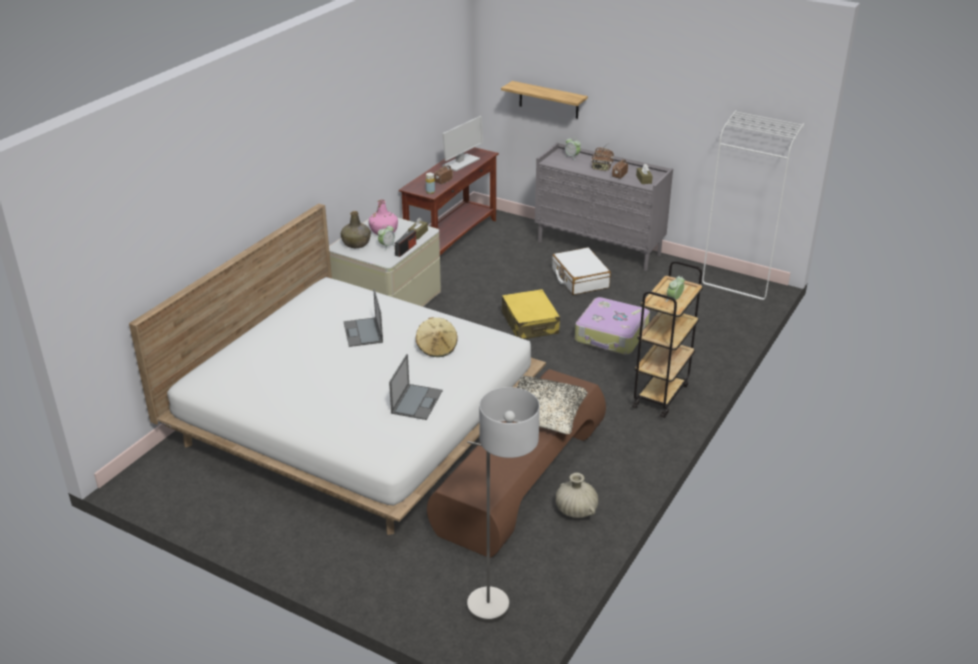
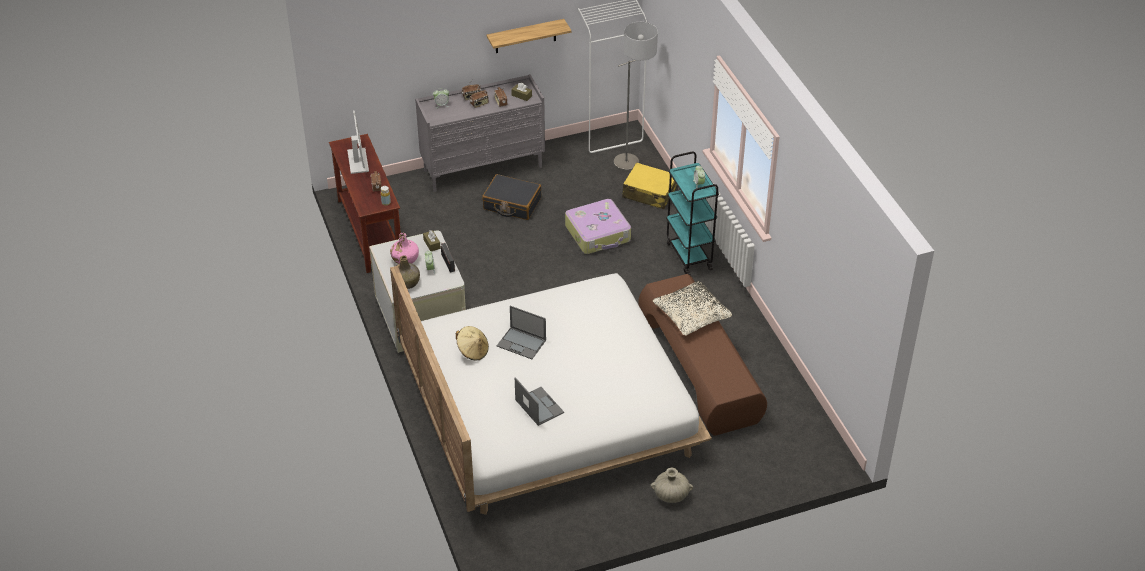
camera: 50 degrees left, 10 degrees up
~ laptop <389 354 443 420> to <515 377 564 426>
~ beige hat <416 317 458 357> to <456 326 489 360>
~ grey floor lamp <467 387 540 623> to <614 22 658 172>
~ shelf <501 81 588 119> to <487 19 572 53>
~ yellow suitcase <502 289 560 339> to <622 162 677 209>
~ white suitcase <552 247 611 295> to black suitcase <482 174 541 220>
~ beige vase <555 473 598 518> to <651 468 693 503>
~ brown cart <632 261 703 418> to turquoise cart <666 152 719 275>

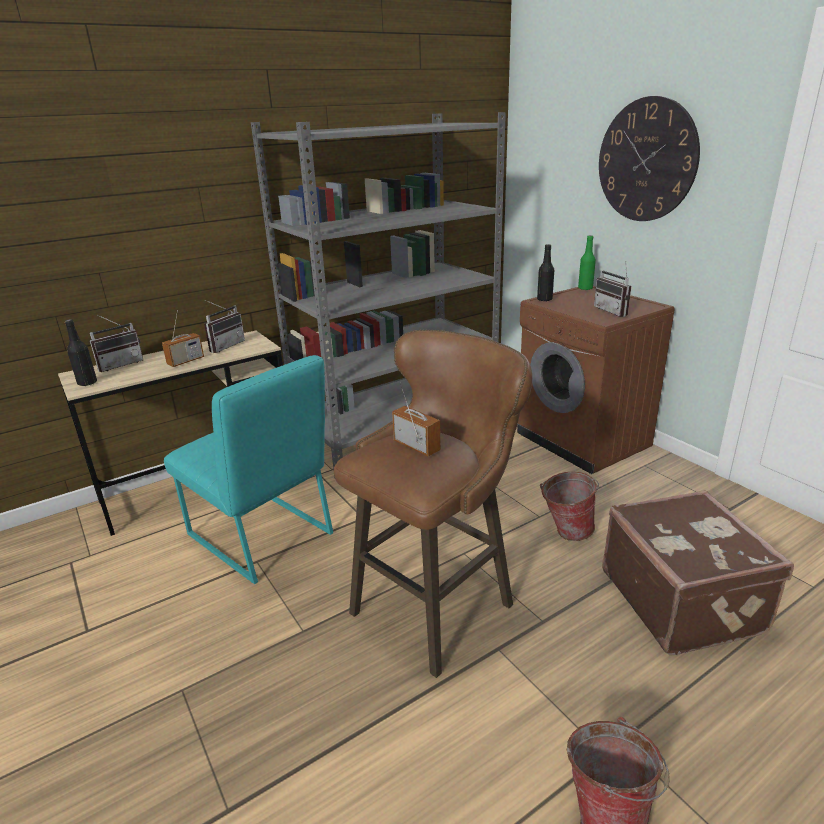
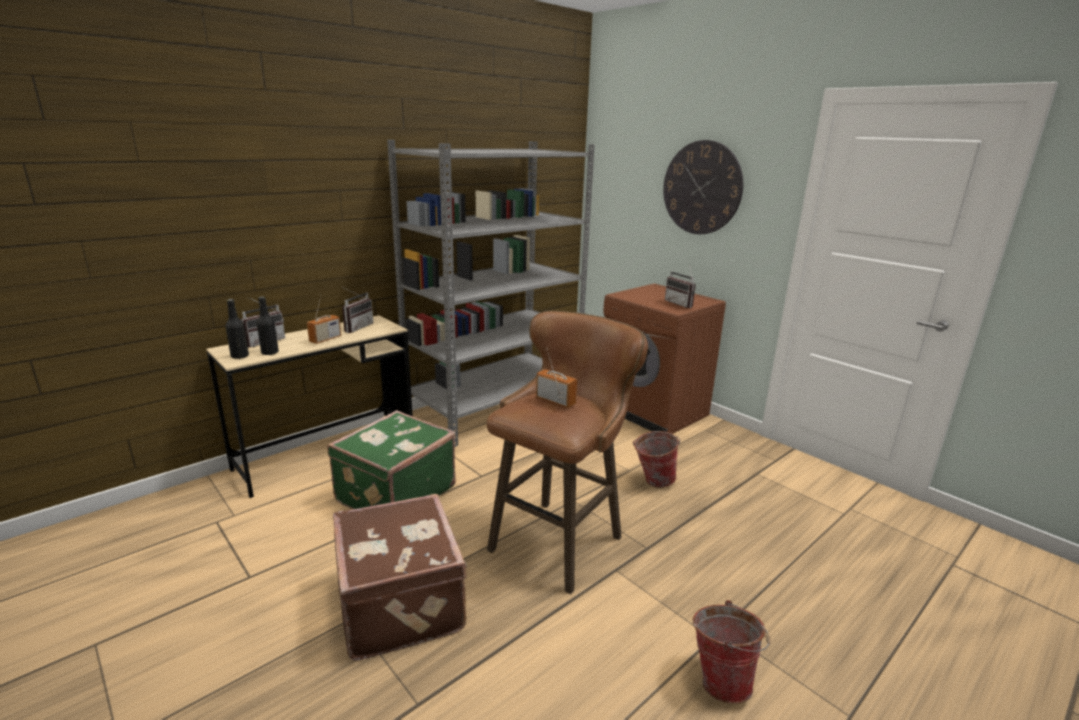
camera: 10 degrees left, 5 degrees down
~ turquoise chair <164 355 333 584> to green suitcase <327 410 456 509>
~ black bottle <537 244 554 301> to <257 296 279 355>
- green bottle <578 235 596 290>
~ brown suitcase <602 490 794 656> to <333 494 467 661>

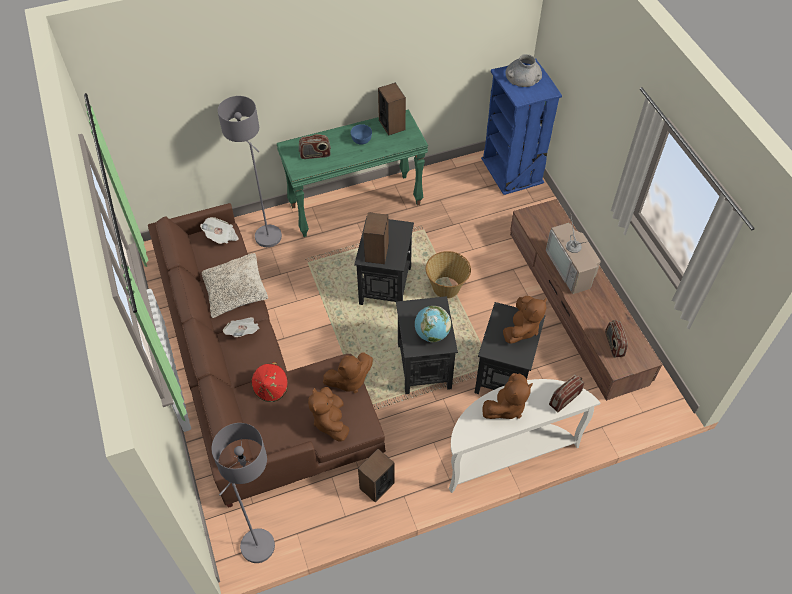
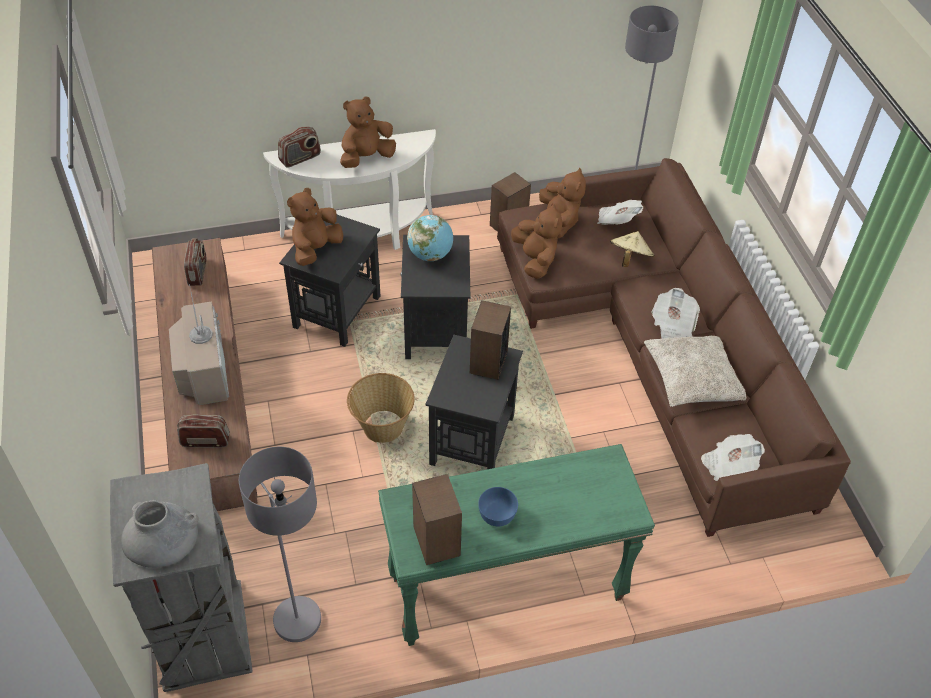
camera: 175 degrees left, 5 degrees down
~ grey floor lamp <218 96 282 247> to <239 447 321 642>
~ red hat <251 362 288 402> to beige hat <610 231 655 267>
~ radio <299 134 331 159> to <177 414 230 447>
~ brown plush toy <323 352 373 393> = <511 203 562 279> 90 degrees clockwise
~ blue bookcase <481 58 562 195> to grey bookcase <110 463 253 692>
+ newspaper <597 200 643 225>

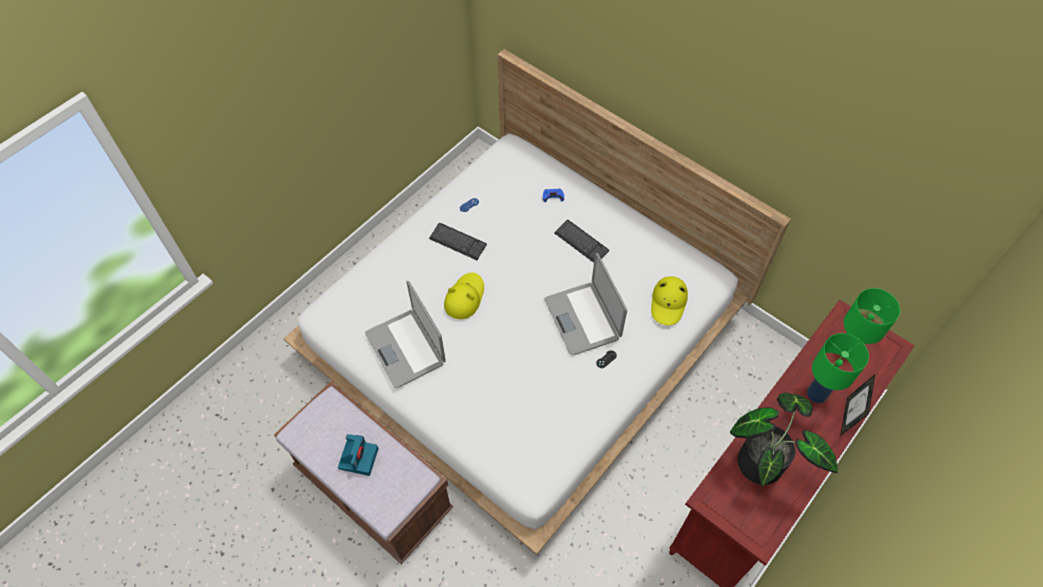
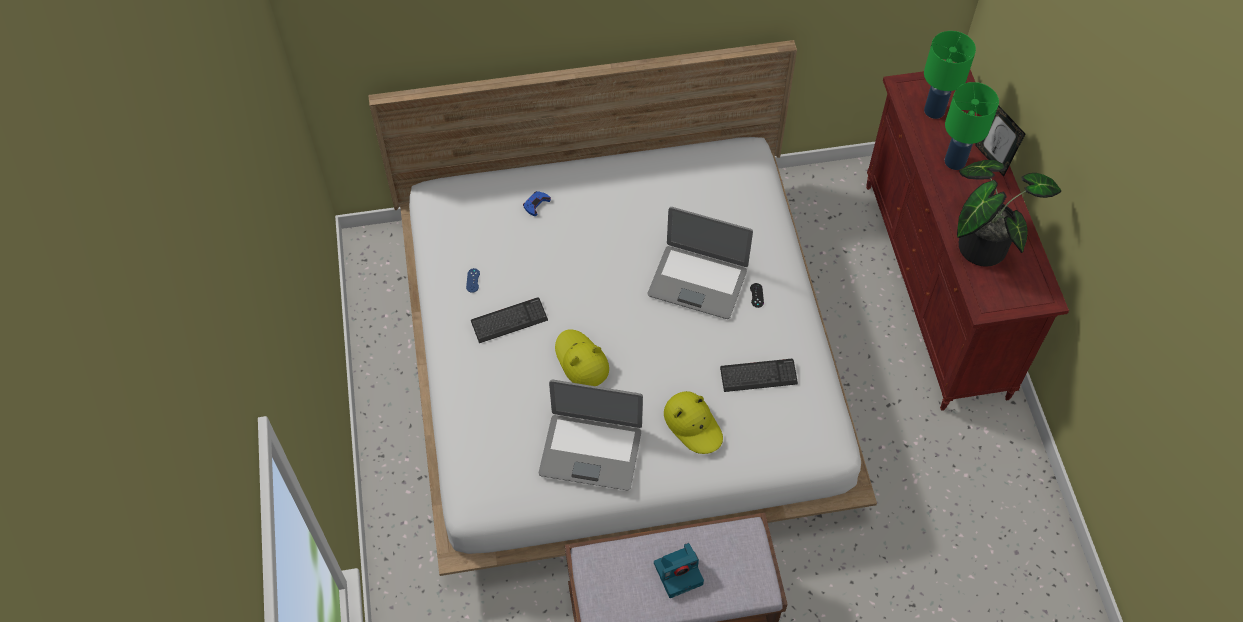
camera: 50 degrees left, 0 degrees up
~ photo camera <338 434 379 476> = <654 543 704 598> 105 degrees clockwise
~ keyboard <554 220 609 263> to <720 359 798 392>
~ yellow hat <651 276 688 325> to <664 391 723 454>

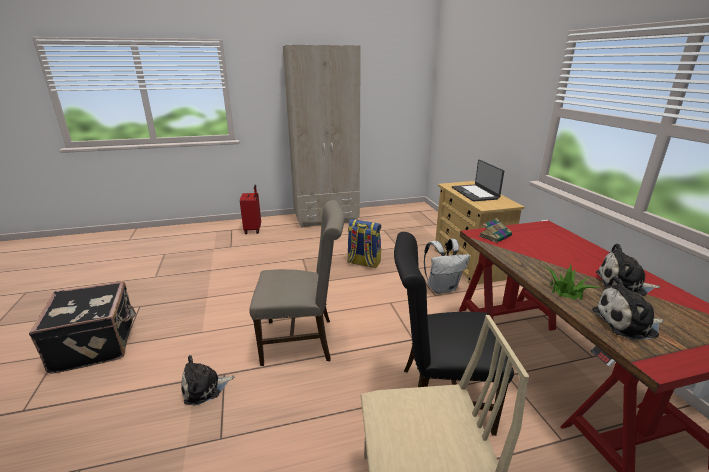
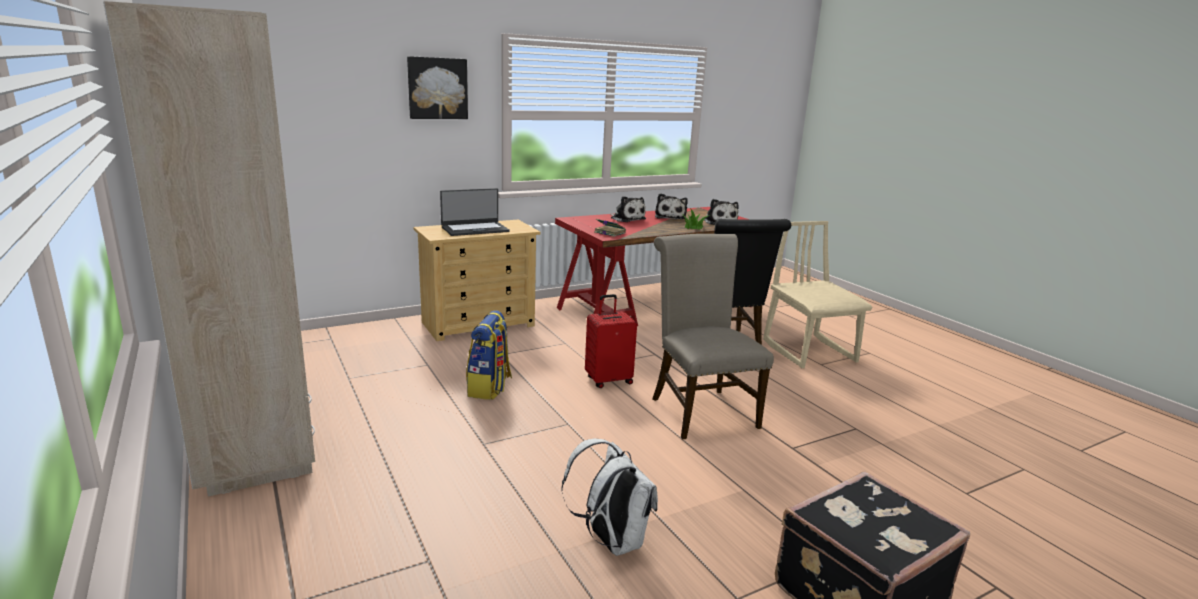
camera: 105 degrees left, 5 degrees down
~ plush toy <181 355 235 406> to <610 196 646 222>
~ red suitcase <240 185 261 234> to <585 294 637 388>
~ white backpack <424 239 470 294> to <561 438 658 556>
+ picture <407 56 468 119>

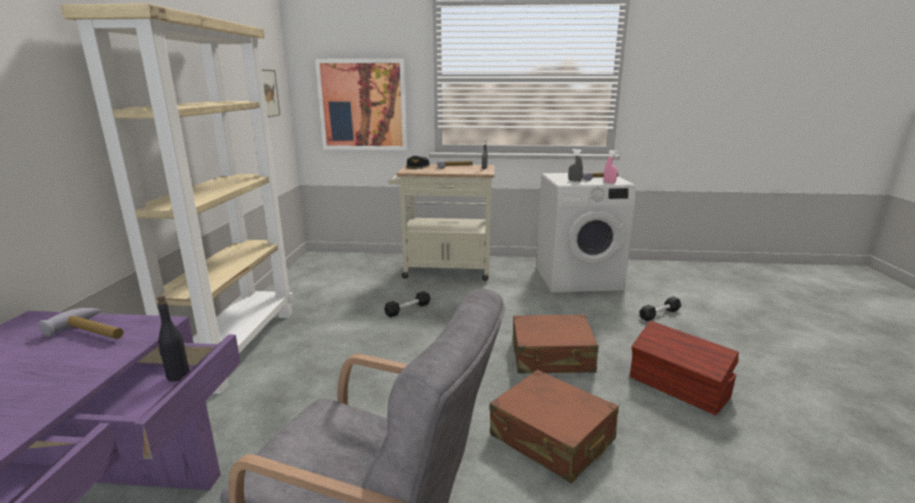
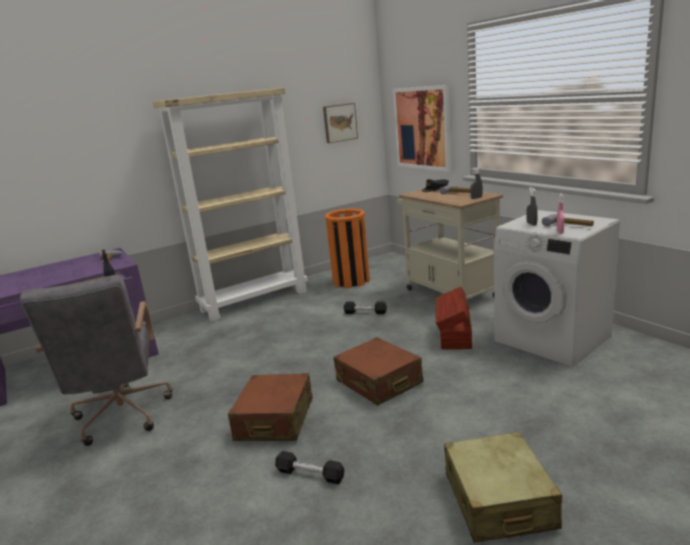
camera: 55 degrees right, 0 degrees up
~ brown storage box <630 321 739 415> to <436 287 472 349>
~ black dumbbell <639 296 681 321> to <275 451 344 484>
+ orange trash can <325 209 370 288>
+ beige suitcase <444 432 562 543>

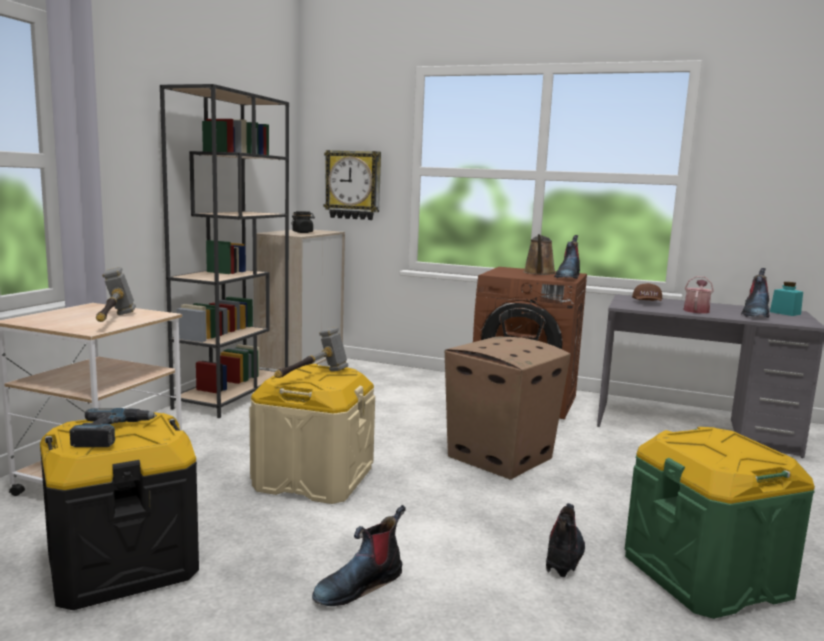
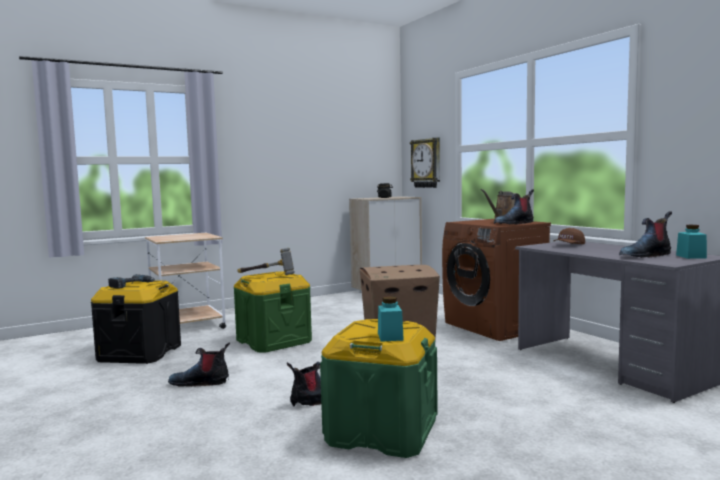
camera: 40 degrees right, 5 degrees down
- hammer <96 267 136 322>
- bookcase <160 84 289 418>
~ beige storage box <250 364 375 504> to green storage box <234 271 312 353>
- watering can <684 276 714 314>
+ turquoise jar <378 296 404 342>

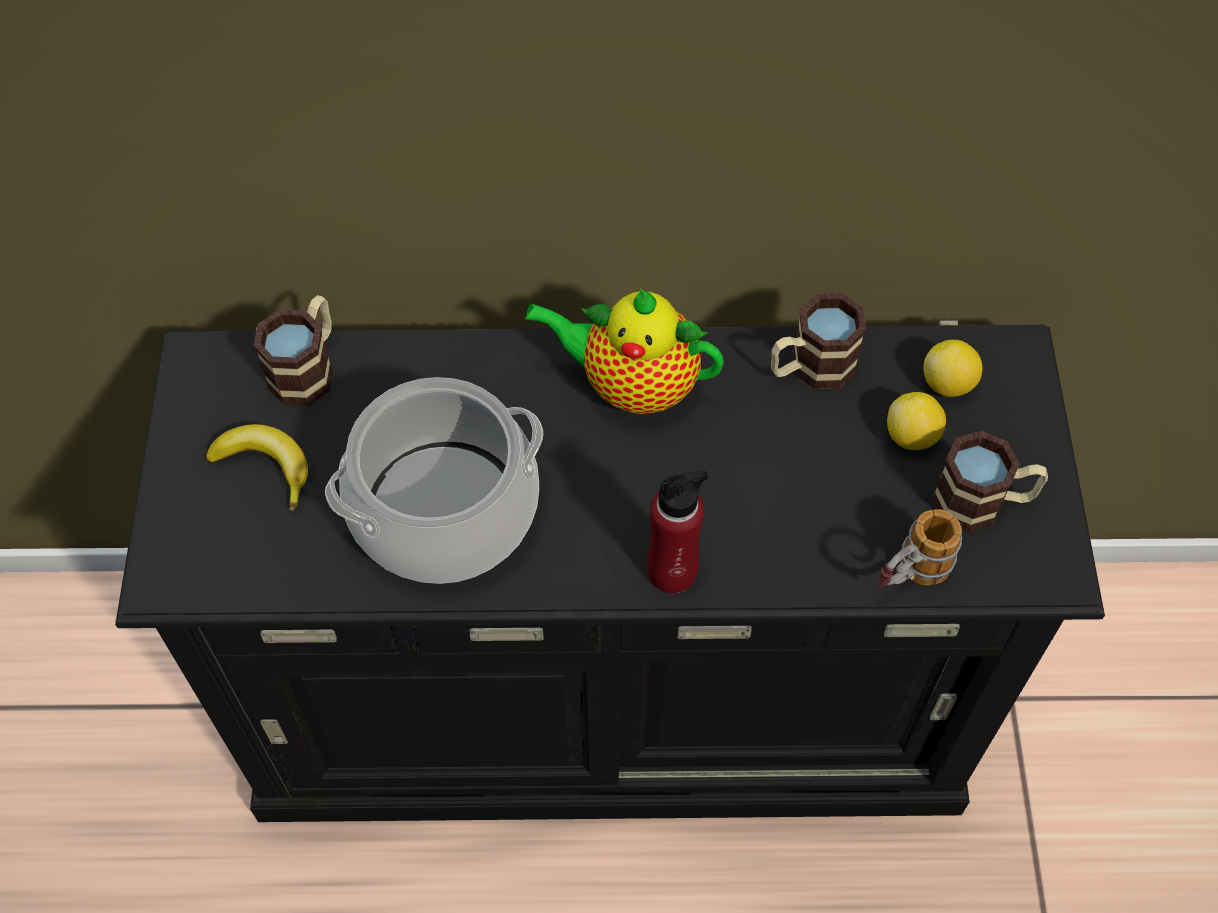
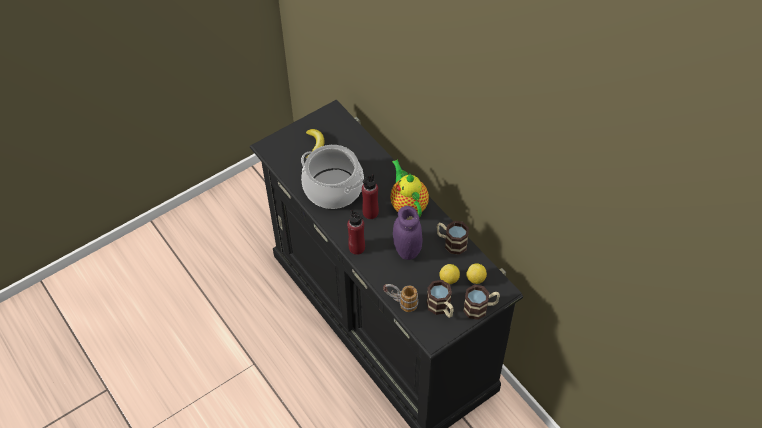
camera: 55 degrees right, 5 degrees down
~ mug <253 295 333 406> to <463 285 500 320>
+ red bottle <362 174 379 219>
+ purple jar <393 206 422 260>

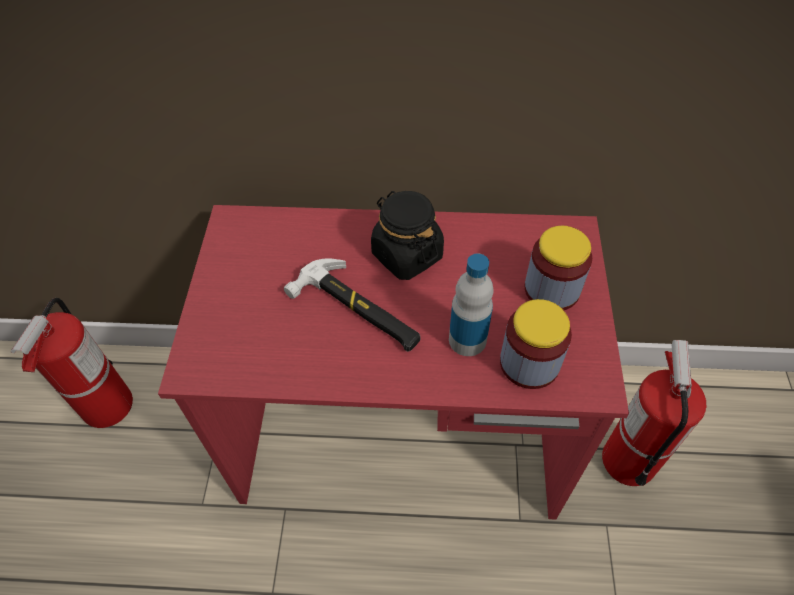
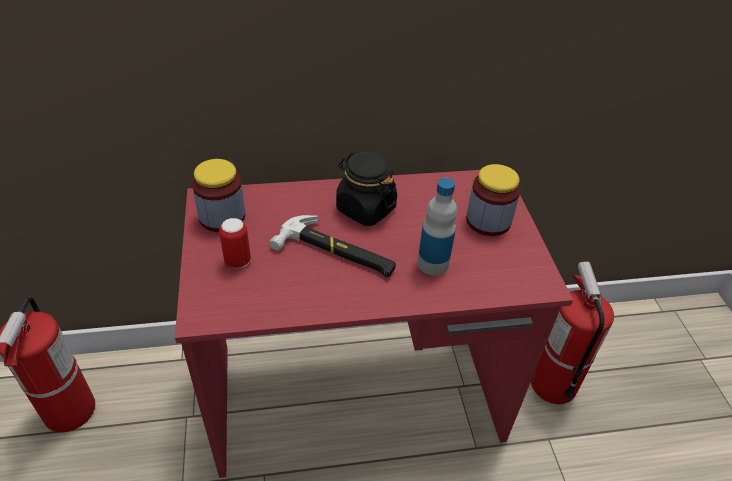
camera: 15 degrees left, 10 degrees down
~ jar <500 299 572 389> to <192 159 245 232>
+ can <219 218 251 268>

